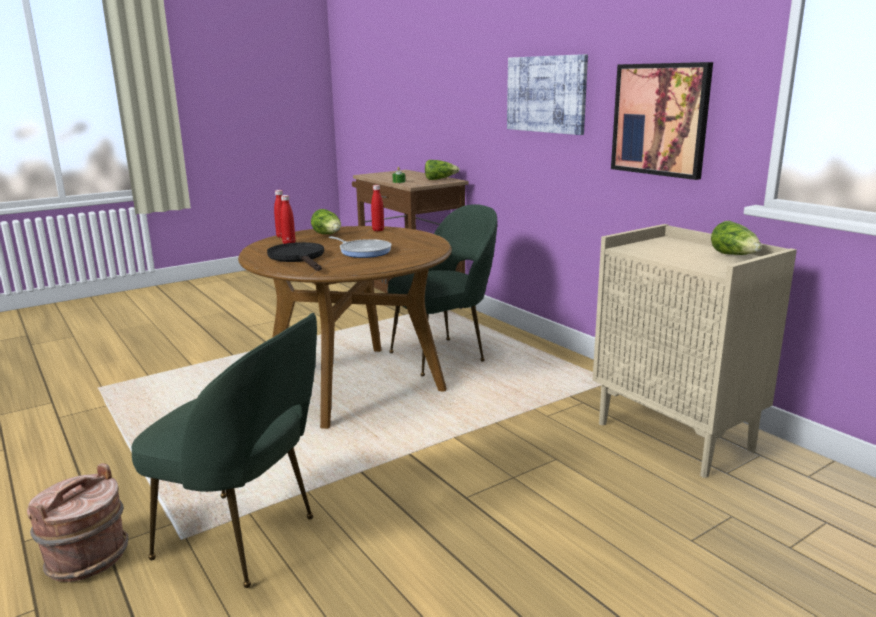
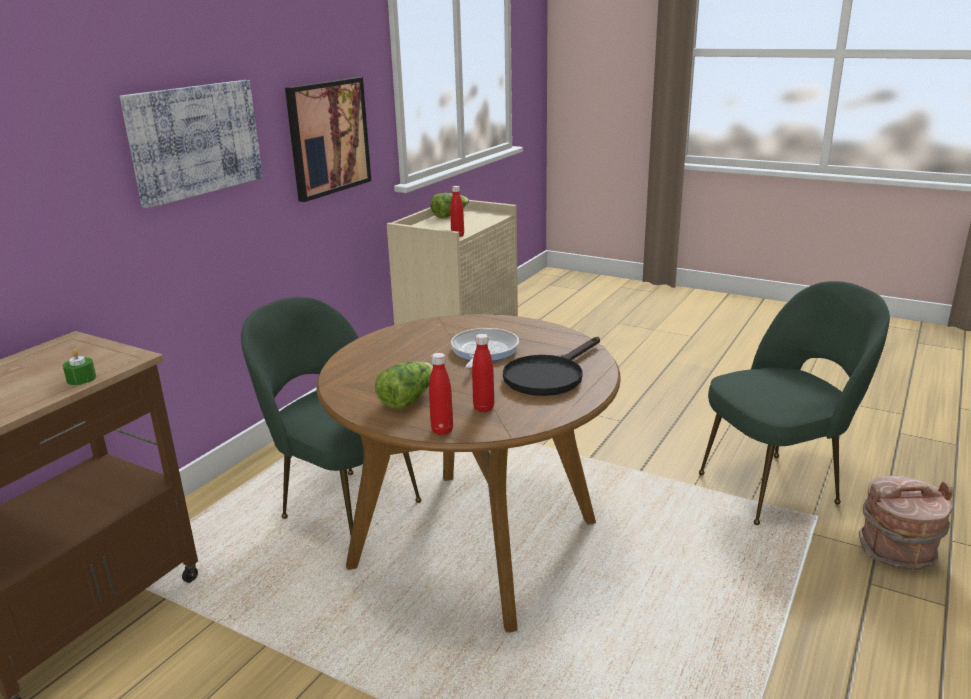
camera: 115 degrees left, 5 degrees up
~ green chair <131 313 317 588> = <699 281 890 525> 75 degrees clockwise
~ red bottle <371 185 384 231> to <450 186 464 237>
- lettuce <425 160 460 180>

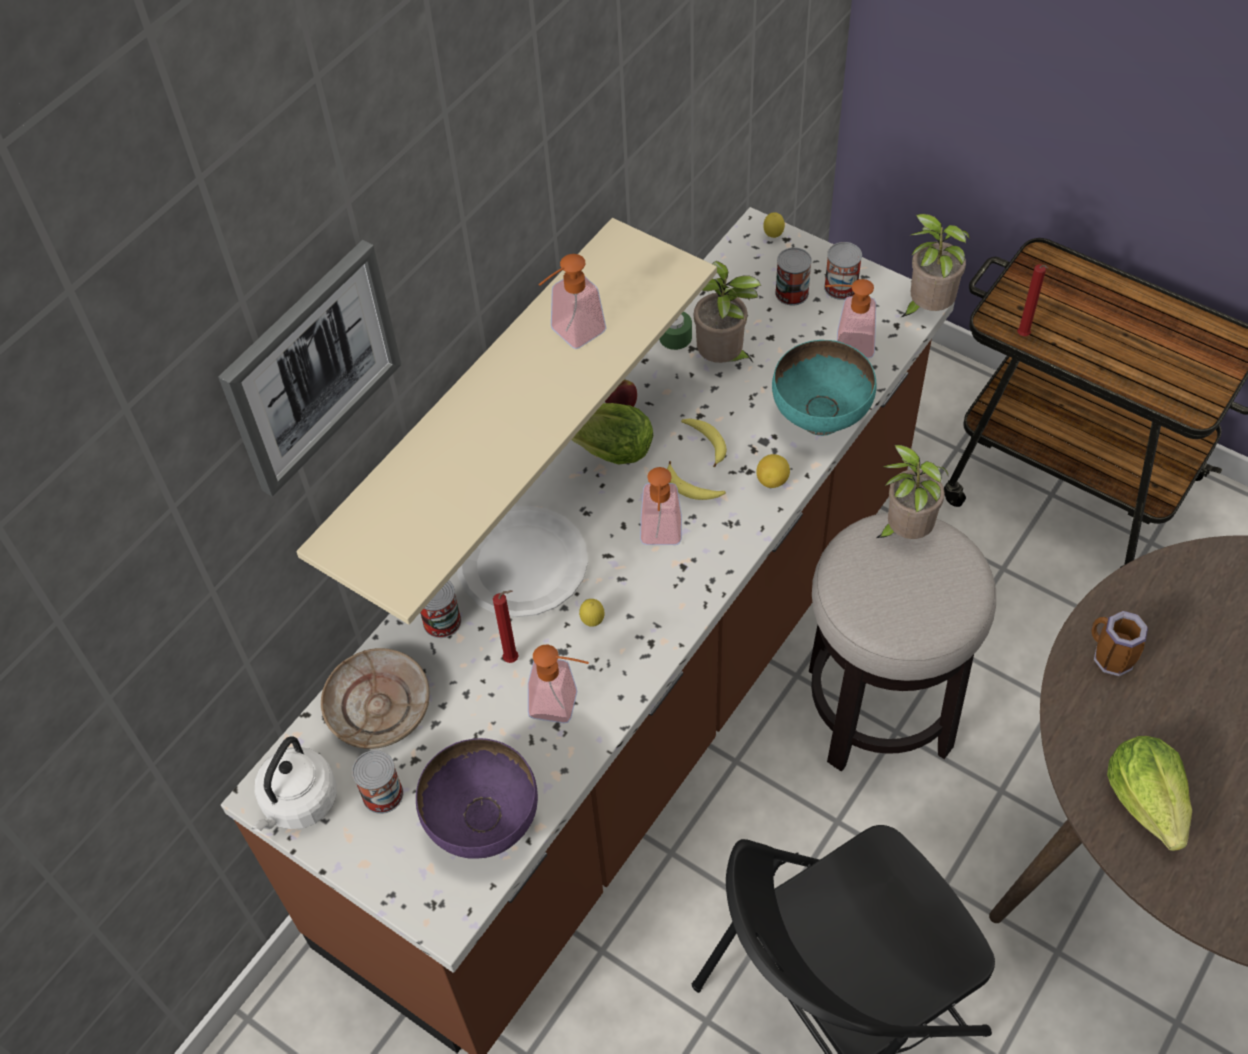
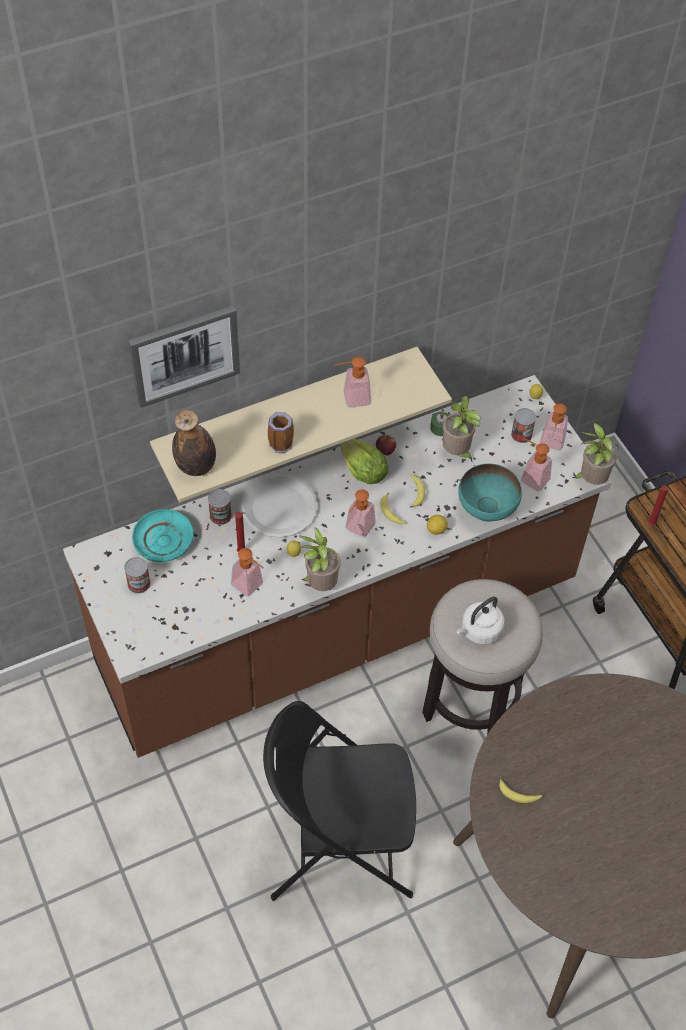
camera: 25 degrees right, 0 degrees up
~ white kettle <251 736 337 832> to <456 596 505 645>
~ beige plate <321 648 430 749> to turquoise plate <132 509 194 562>
- purple bowl <416 738 538 859>
~ can <824 242 862 300> to soap dispenser <540 403 568 450>
~ potted plant <876 444 948 539> to <299 527 340 591>
~ mug <1092 611 1148 676> to <268 412 294 453>
~ lettuce <1107 736 1192 851> to banana <499 777 542 803>
+ bottle <172 410 216 476>

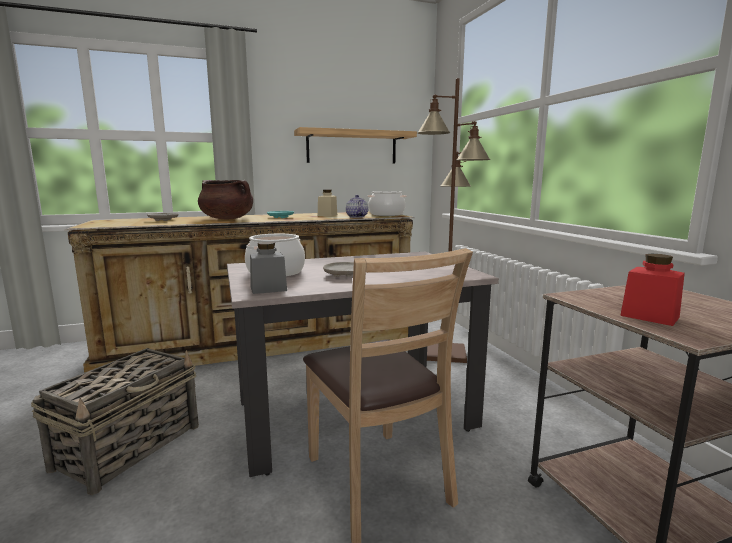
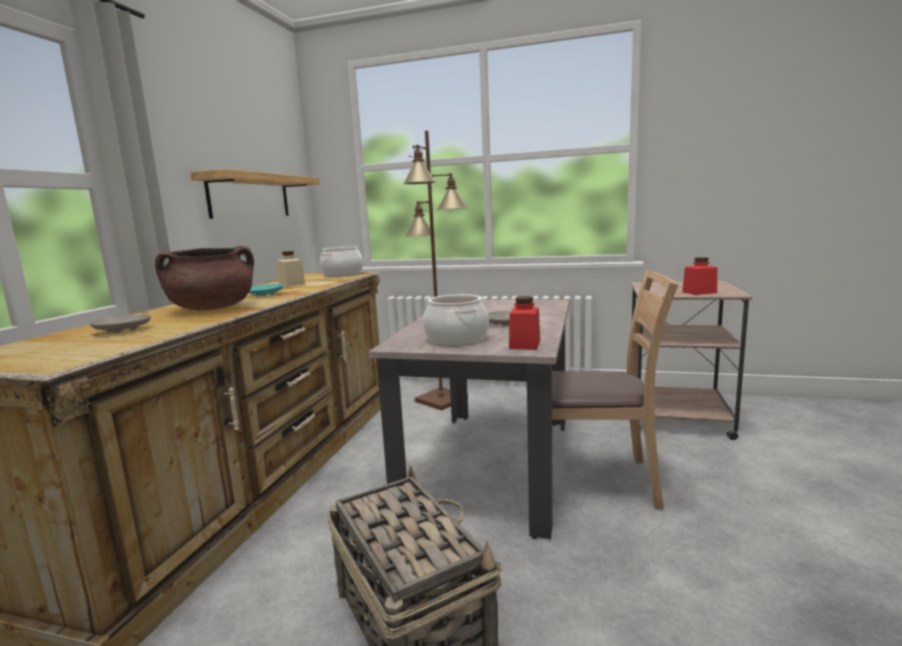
camera: 55 degrees left, 0 degrees up
~ grey jar <250 242 287 294> to red jar <509 296 540 350>
- teapot <346 195 368 218>

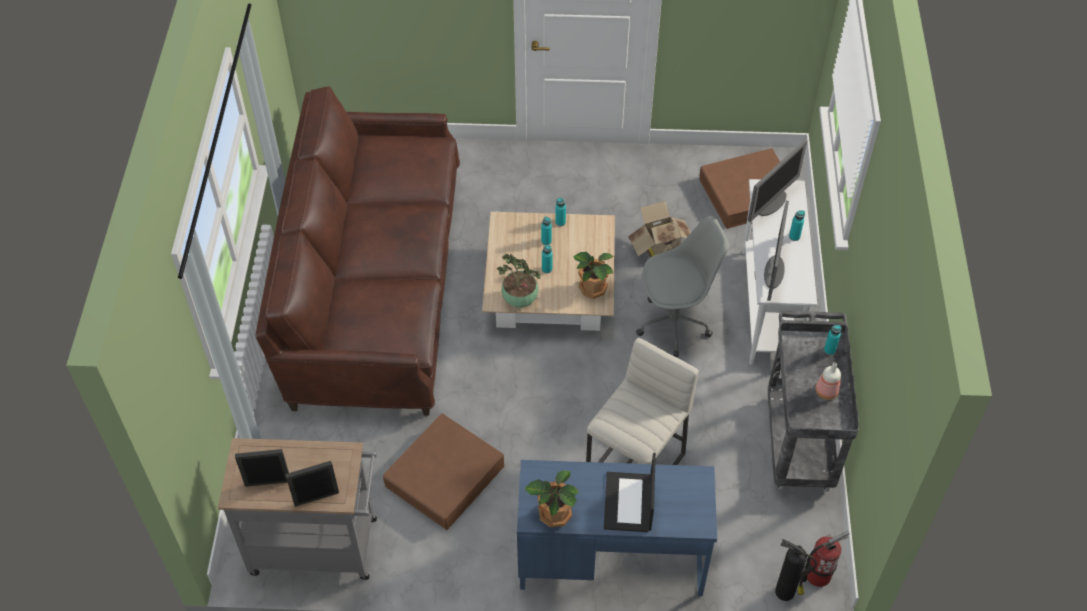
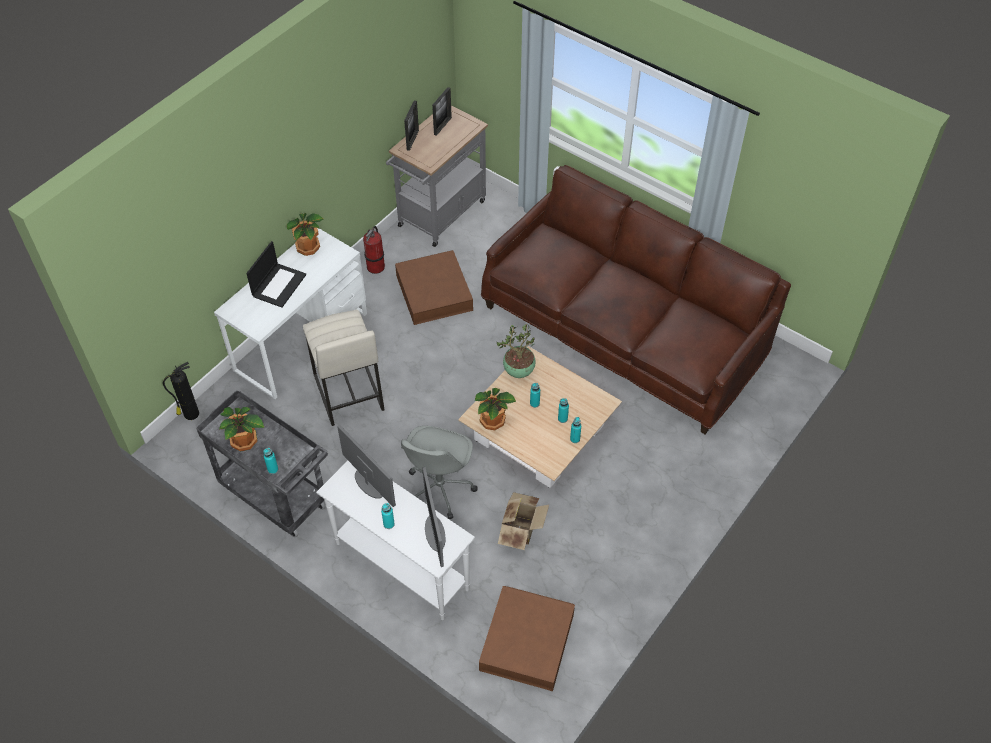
camera: 125 degrees right, 0 degrees up
~ blue desk <517 460 717 596> to white desk <214 228 367 399>
~ laptop <604 453 656 532> = <246 241 306 308> 75 degrees clockwise
~ fire extinguisher <800 531 849 587> to <363 226 385 274>
~ bottle <816 362 841 400> to potted plant <219 407 264 451>

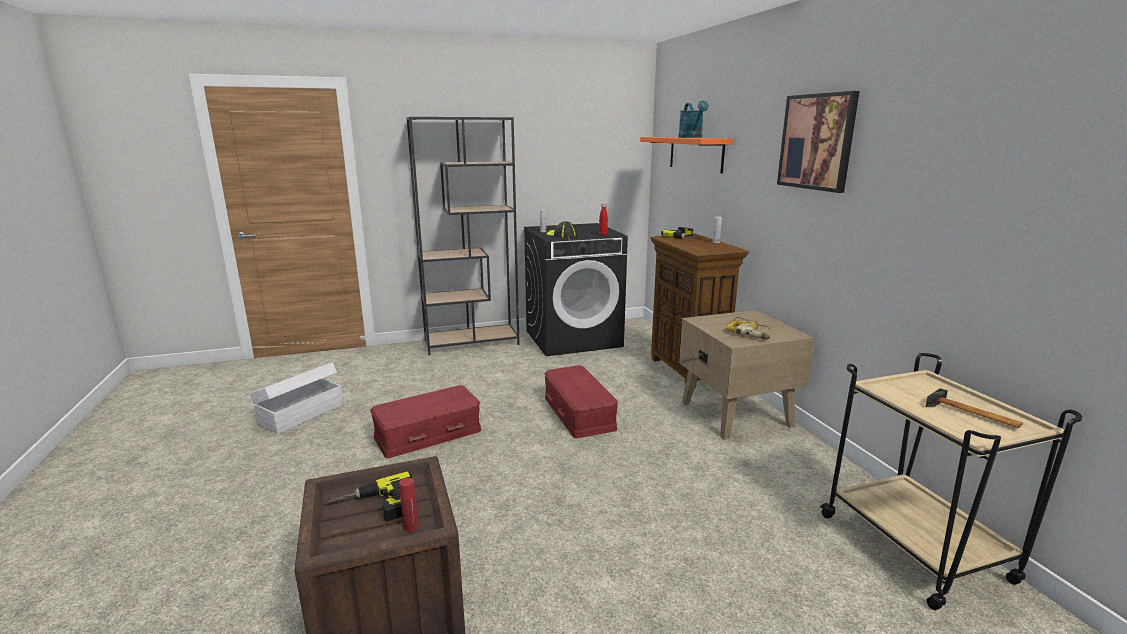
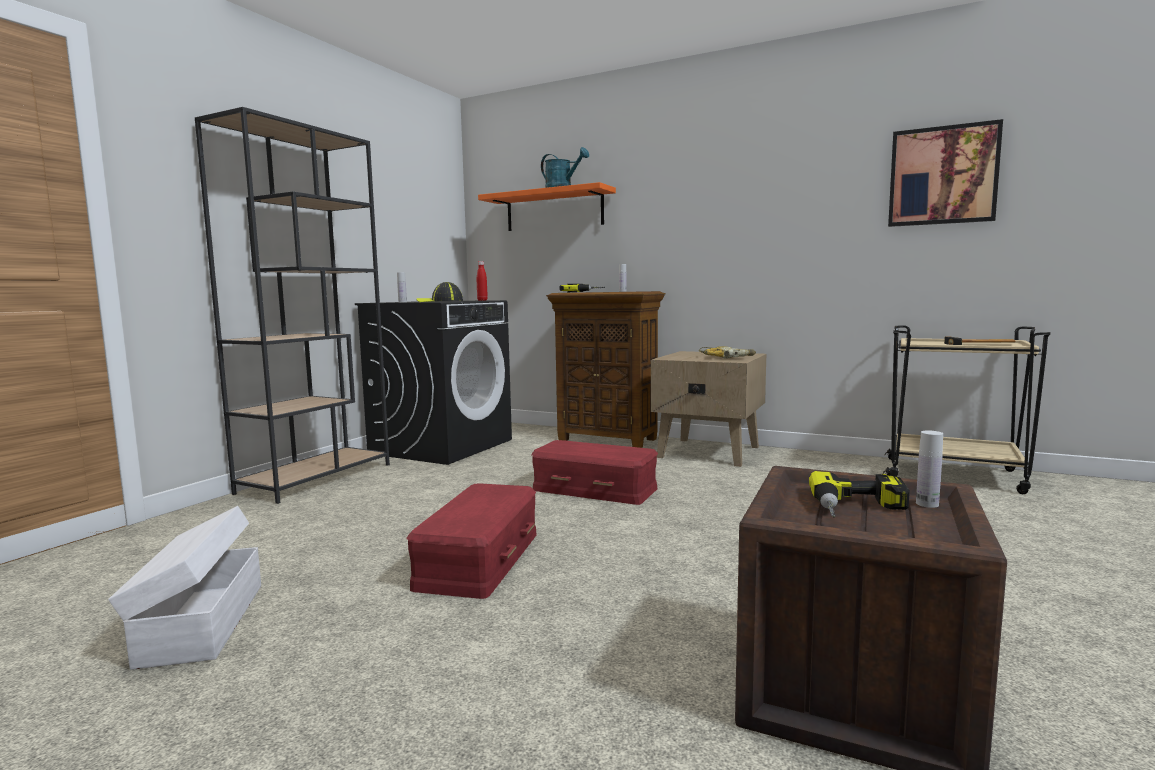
camera: 45 degrees left, 10 degrees down
~ red bottle <399 478 419 532> to white bottle <916 430 943 508>
~ picture <777 91 860 193> to <888 119 1003 227>

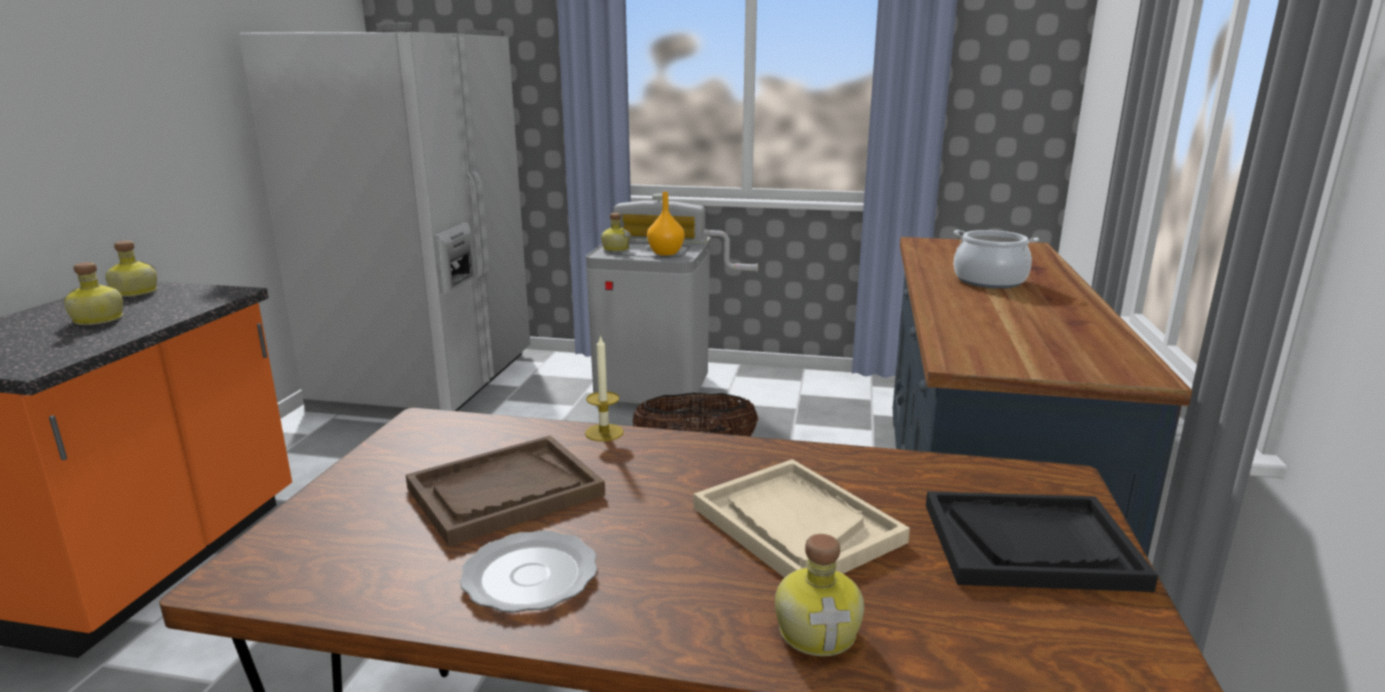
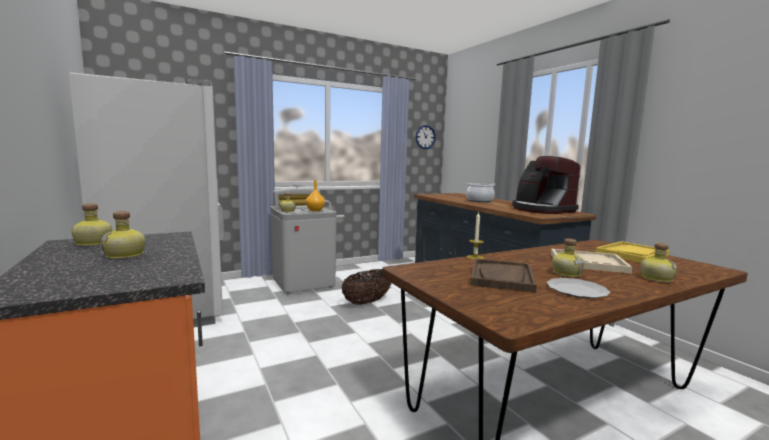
camera: 40 degrees left, 10 degrees down
~ black tray <926 491 1158 592> to yellow tray <596 241 670 263>
+ wall clock <416 125 436 149>
+ coffee machine <512 156 580 214>
+ bottle <552 238 585 277>

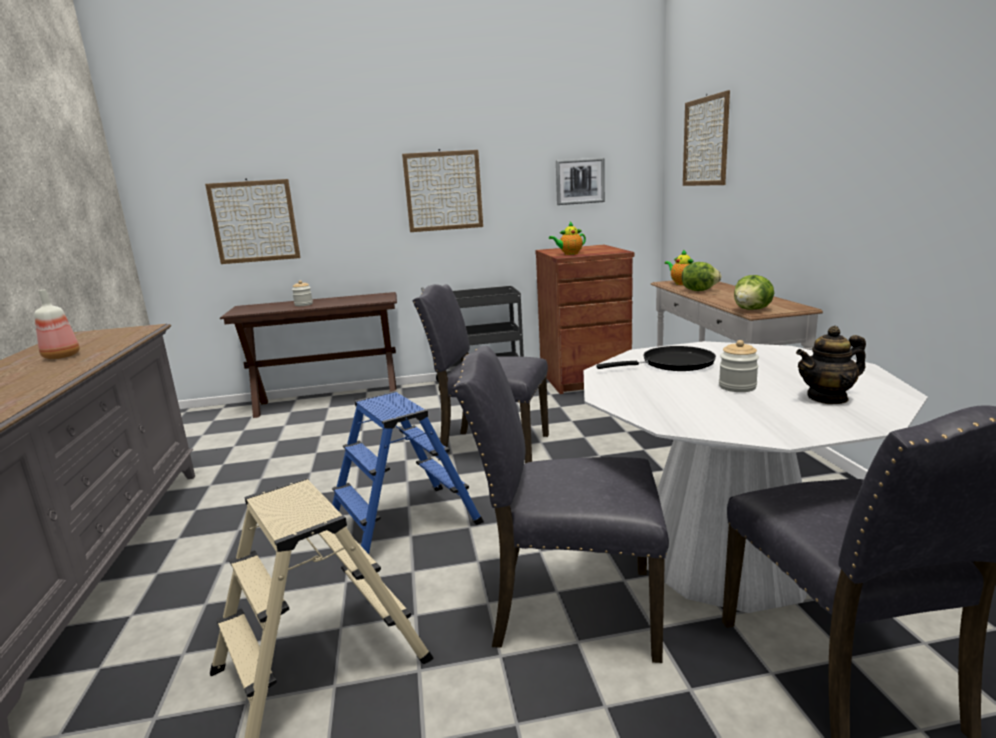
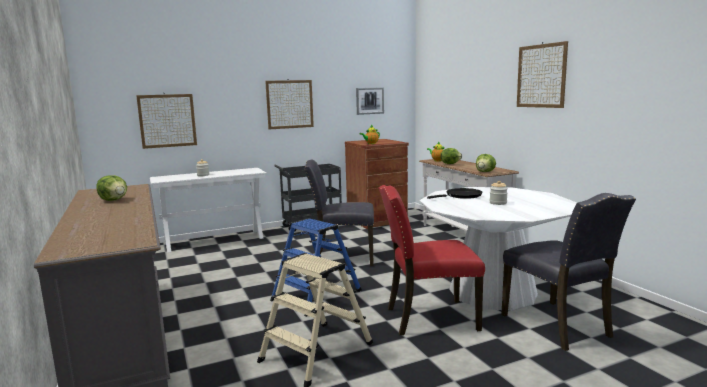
camera: 15 degrees left, 5 degrees down
~ bottle <34 289 80 359> to lettuce <96 175 127 201>
~ brown console table <220 292 397 418> to white console table <150 168 267 253>
~ grey chair <452 346 669 663> to red chair <378 185 485 335>
~ picture <683 90 730 186> to <517 41 568 108>
- teapot <796 326 866 404>

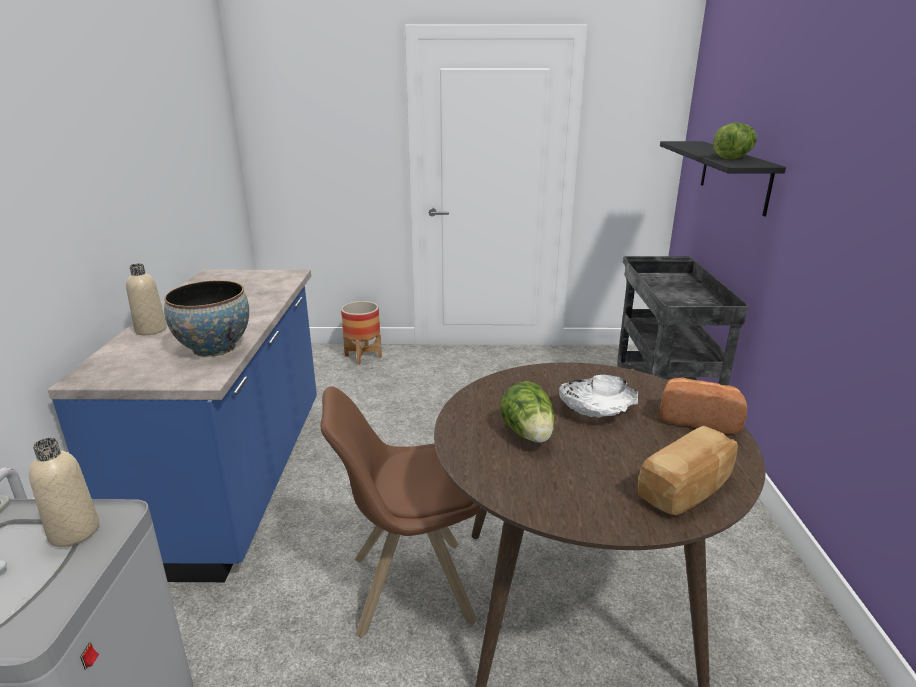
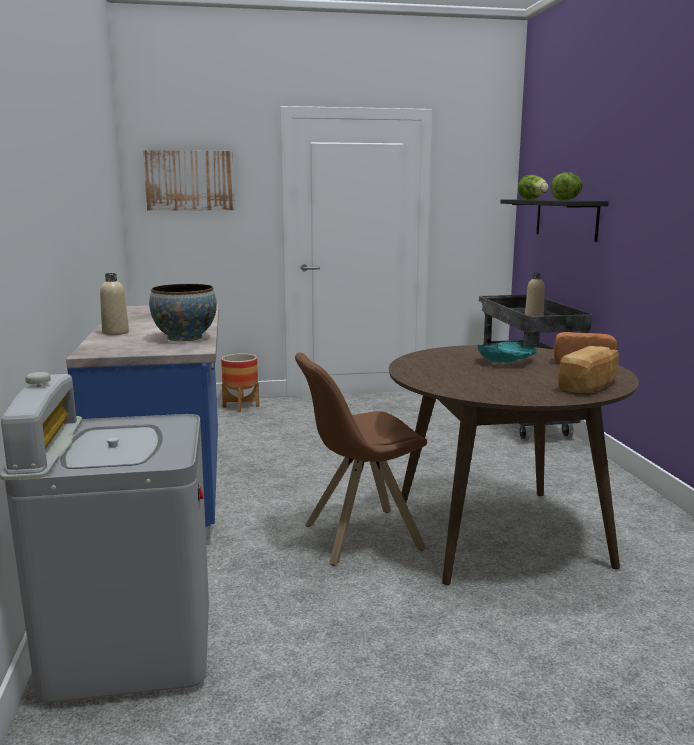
camera: 10 degrees left, 10 degrees down
~ beige bottle <29 438 99 547> to <525 273 545 316>
~ lettuce <500 381 554 443> to <518 175 549 199>
~ white bowl <559 375 638 418> to turquoise bowl <477 341 537 363>
+ picture <143 150 235 211>

